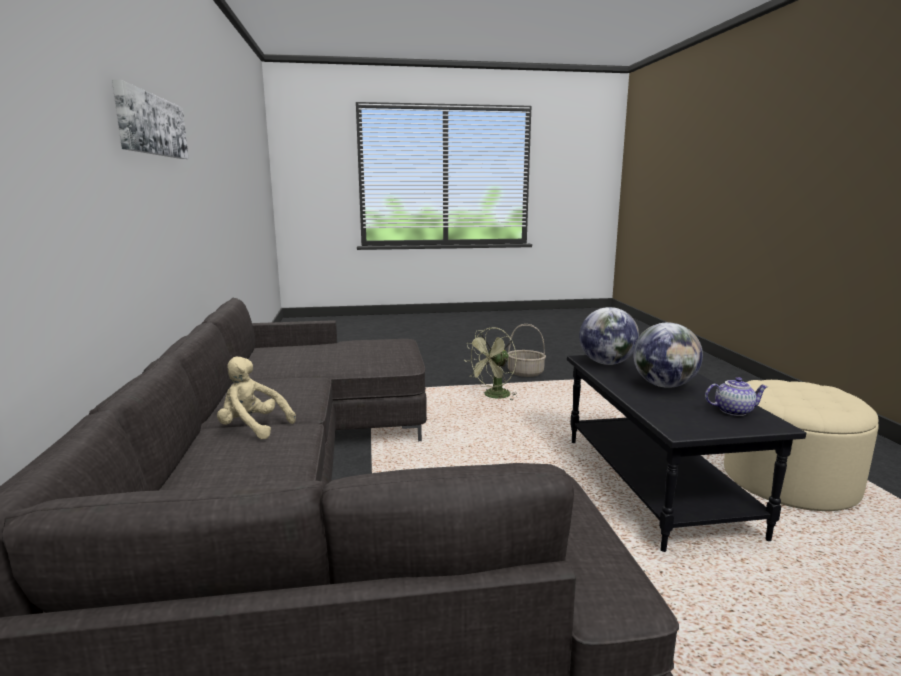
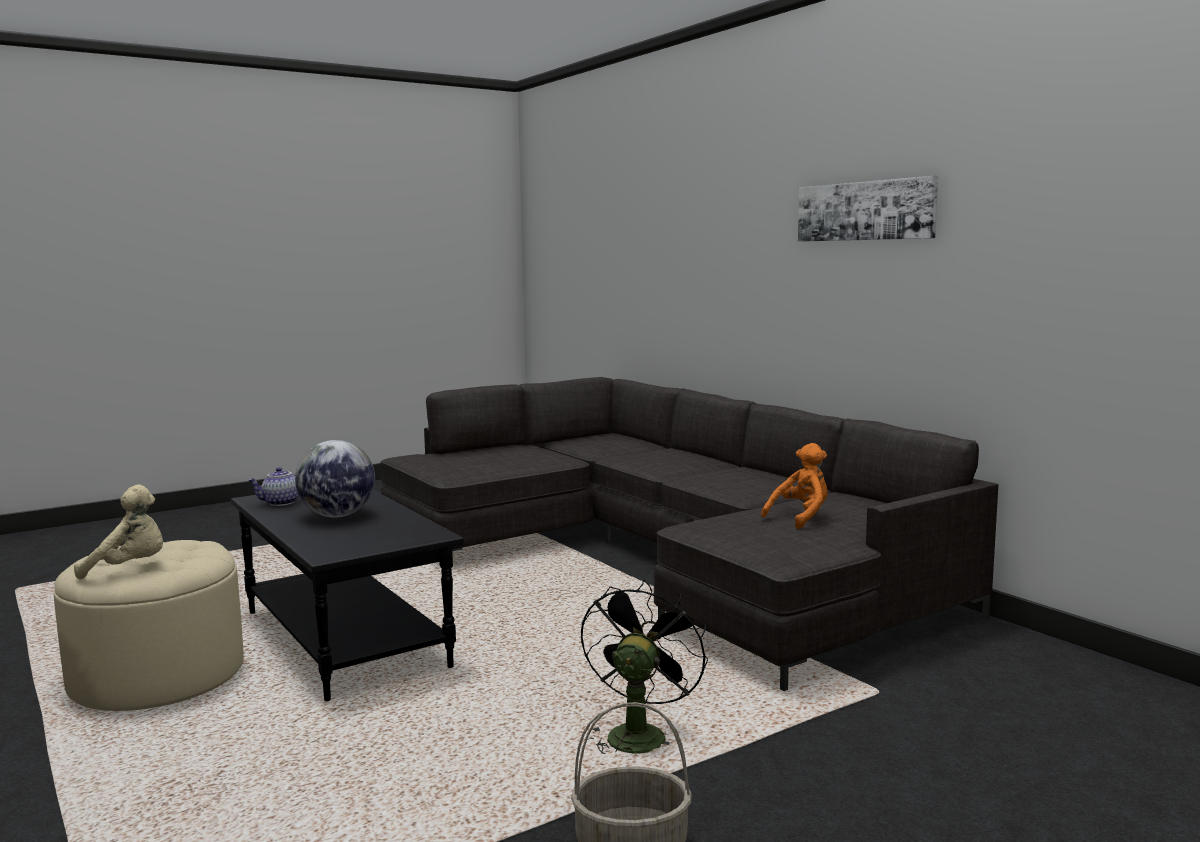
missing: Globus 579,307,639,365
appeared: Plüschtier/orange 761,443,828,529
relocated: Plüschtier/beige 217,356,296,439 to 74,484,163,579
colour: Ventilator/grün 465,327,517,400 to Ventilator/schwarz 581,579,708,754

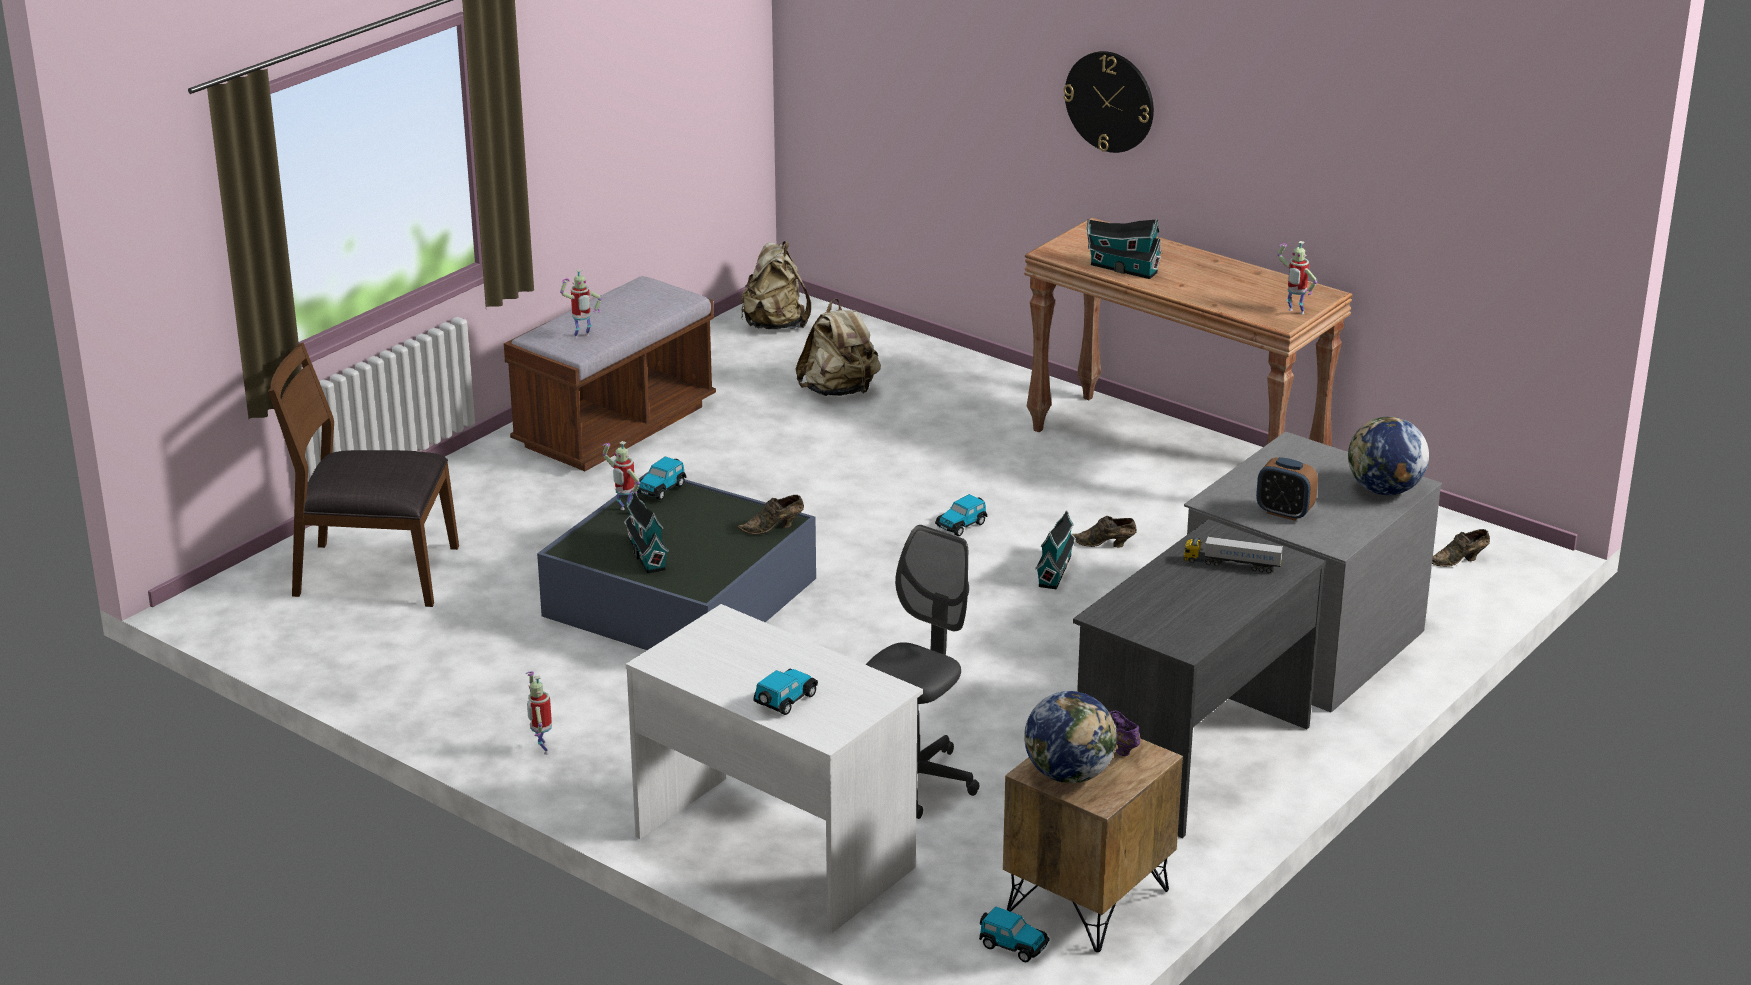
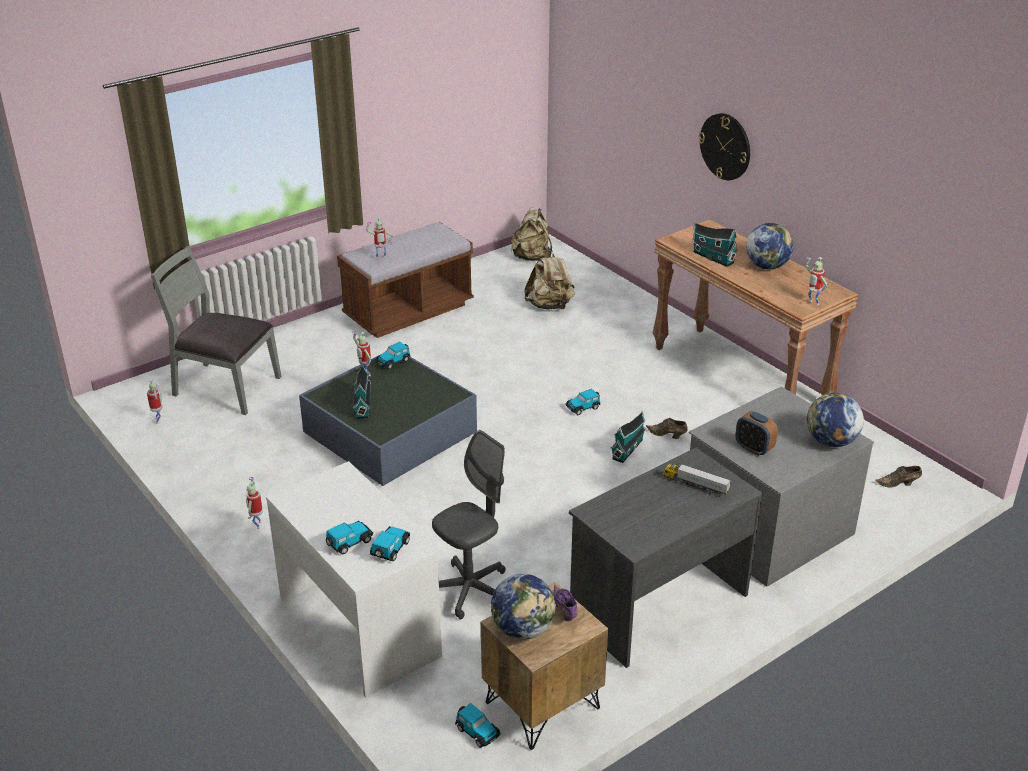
missing: Schuh/braun 738,495,804,534
appeared: Spielzeugroboter 147,379,162,424; Spielzeugauto 370,526,410,561; Globus 746,223,794,269
colour: Stuhl/braun 268,343,459,607 to Stuhl/grau 151,246,281,415

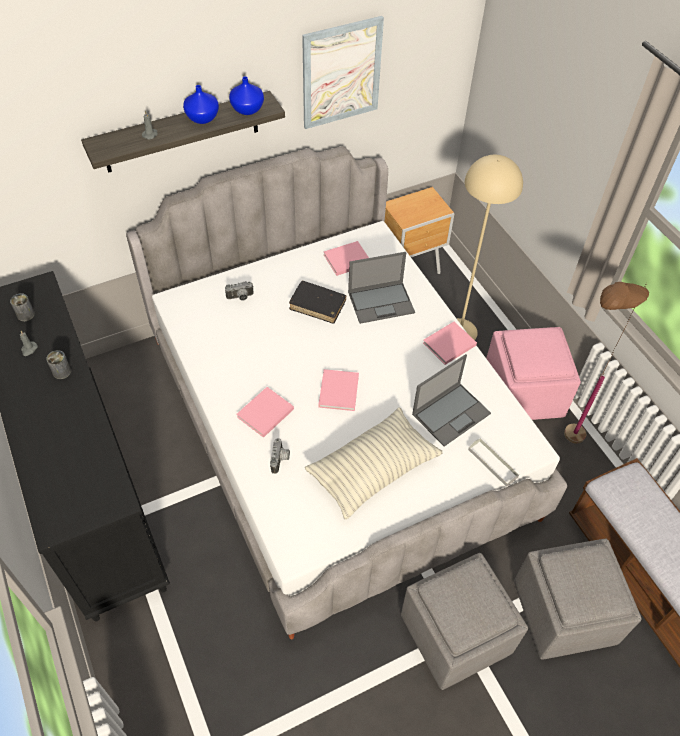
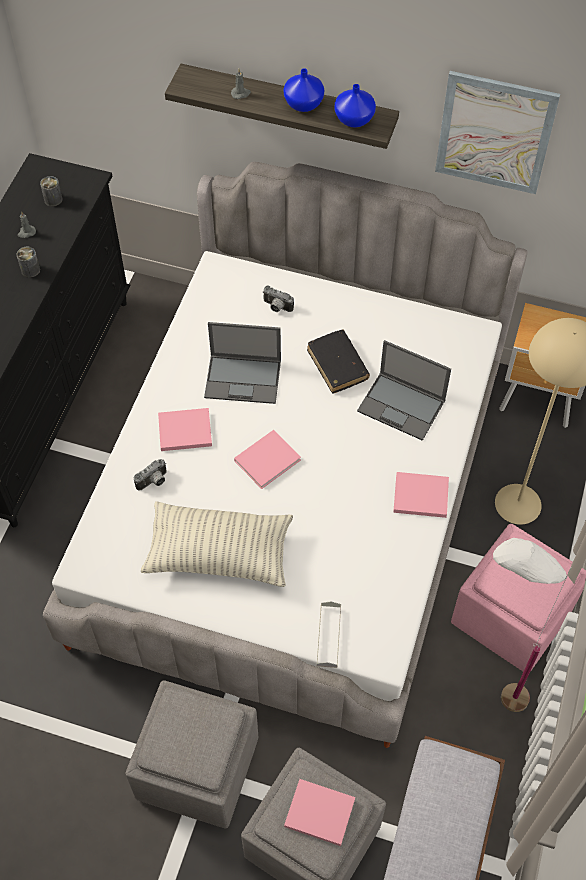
relocated: Buch/rosa 324,241,369,276 to 284,779,355,846; Laptop 412,354,491,446 to 204,322,281,404
colour: Stehlampe/braun 564,282,649,444 to Stehlampe/weiß 493,538,571,712

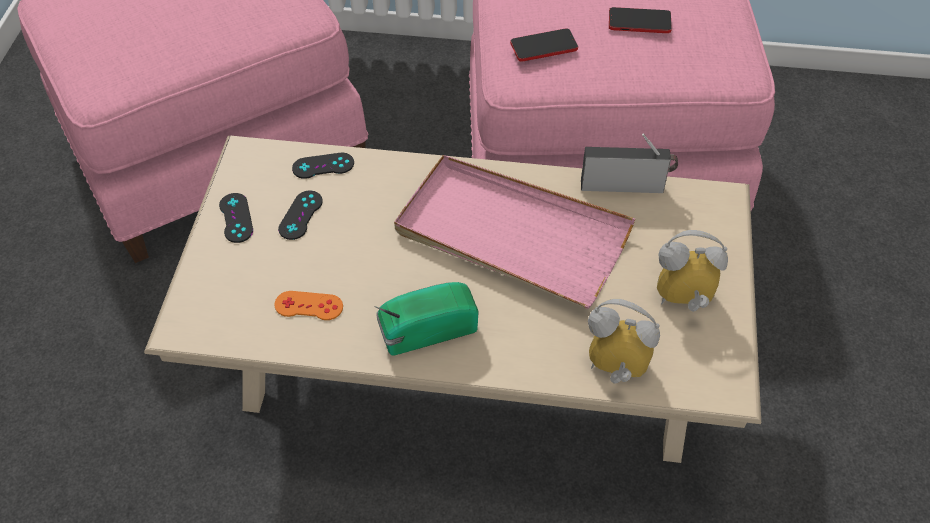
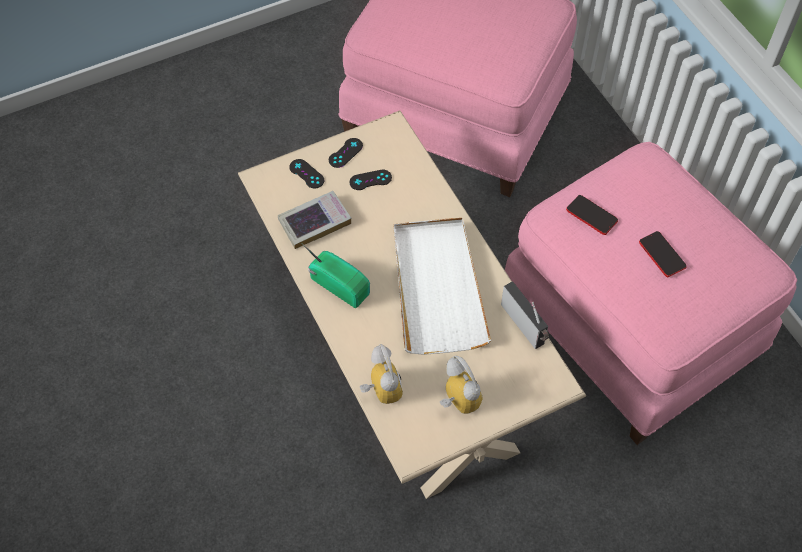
relocated: Gamepad/schwarz 292,153,354,179 to 289,159,324,188
exchanged: Gamepad/orange 274,291,343,320 to Buch 278,191,351,249
colour: Tablett/rosa 394,155,635,309 to Tablett/weiß 394,218,491,355

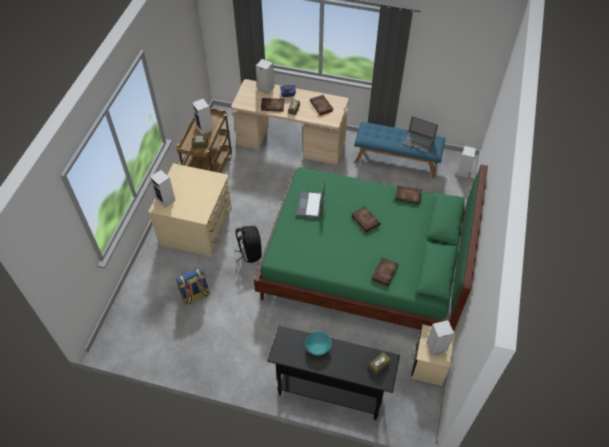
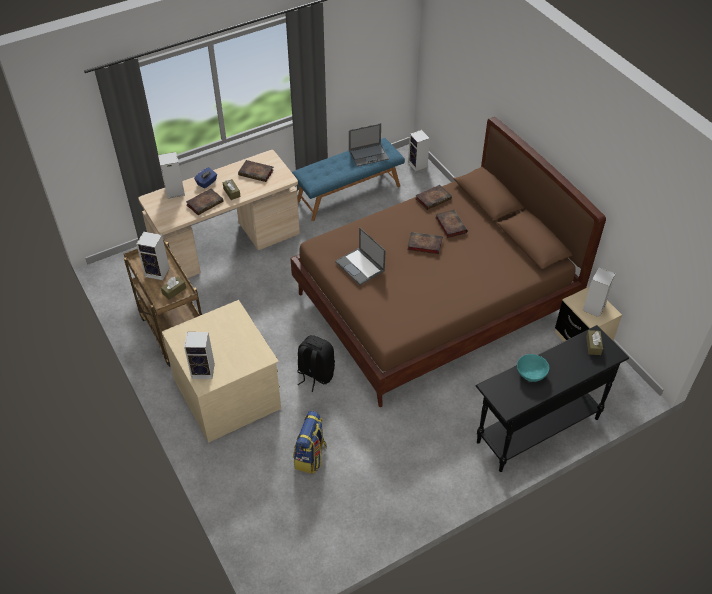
relocated: Buch 371,258,399,286 to 436,210,467,238
colour: Bett/grün 254,165,488,331 to Bett/braun 290,117,606,407

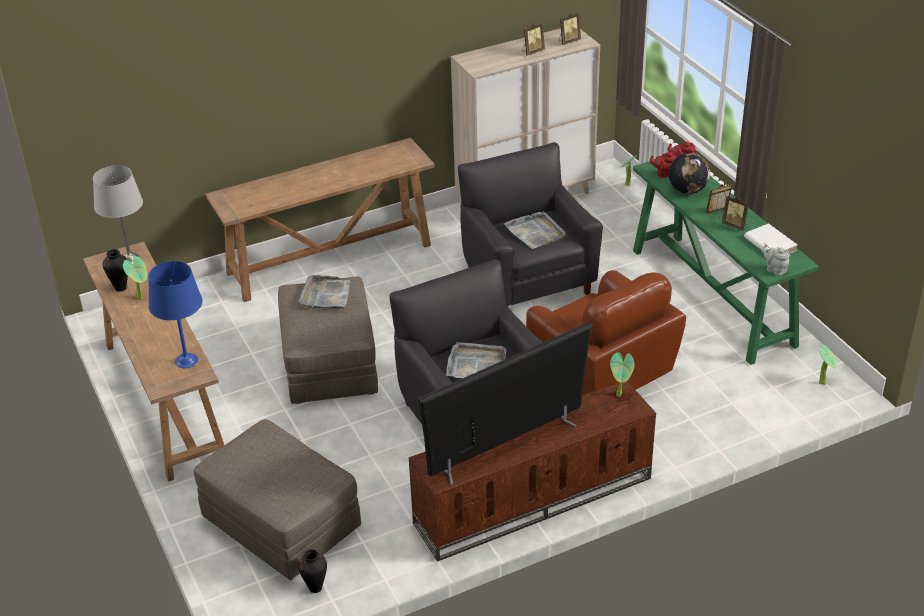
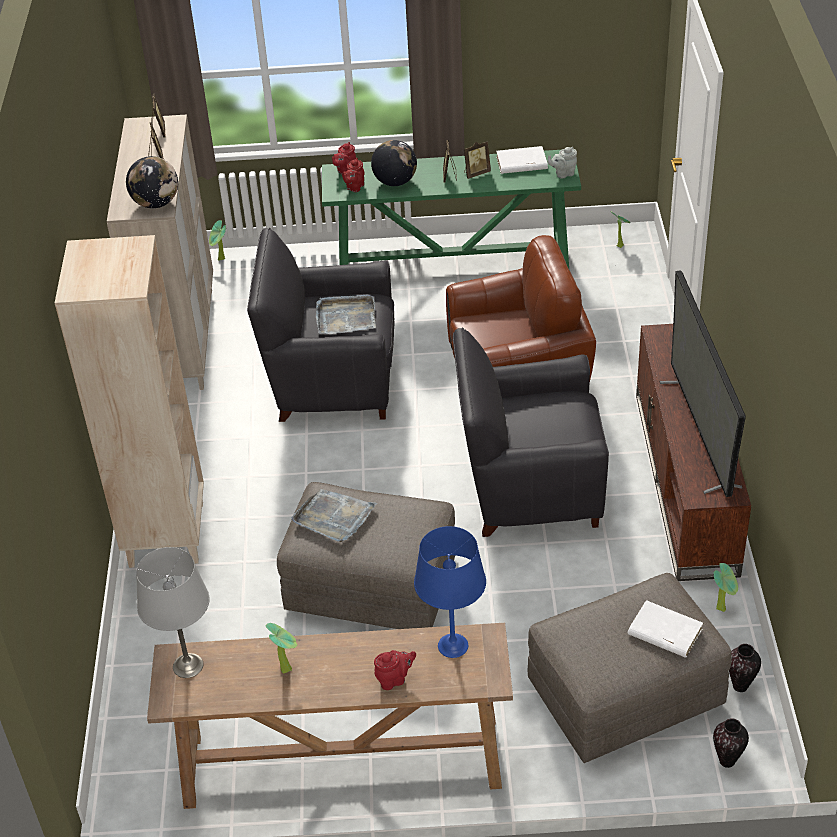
missing: Tablett/grau 446,342,506,378
appeared: Globus 126,156,178,208; Teekanne/rot 374,650,416,690; Buch/weiß 628,600,703,658
relocated: Vase 103,249,128,292 to 713,718,749,768; Topfpflanze 610,352,635,397 to 714,563,738,612
exchanged: Konsolentisch/braun 206,138,435,302 to Bücherregal/beige 55,235,204,568

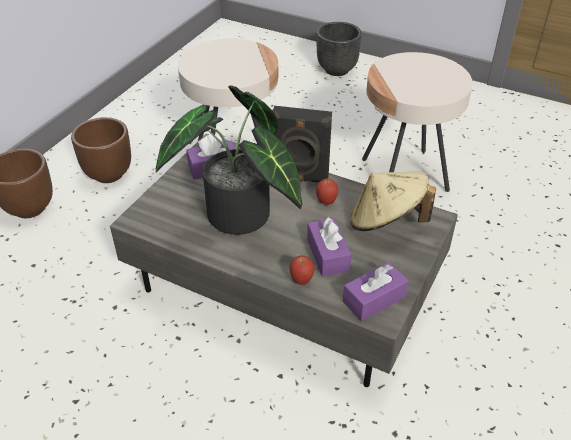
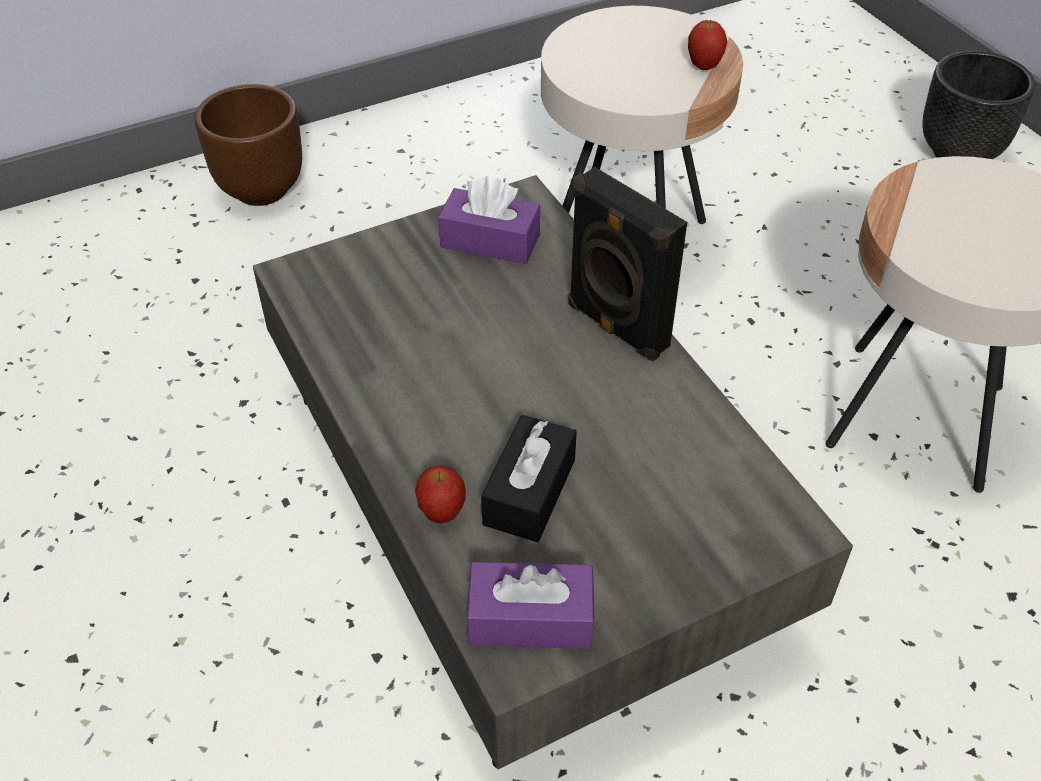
missing: Pflanzkübel/braun 71,117,131,183; Topfpflanze 156,86,302,235; Hut/beige 350,171,436,231
relocated: Apfel 316,178,339,205 to 688,20,727,70
colour: Taschentuchbox/lila 307,217,351,276 to Taschentuchbox/schwarz 481,415,577,542

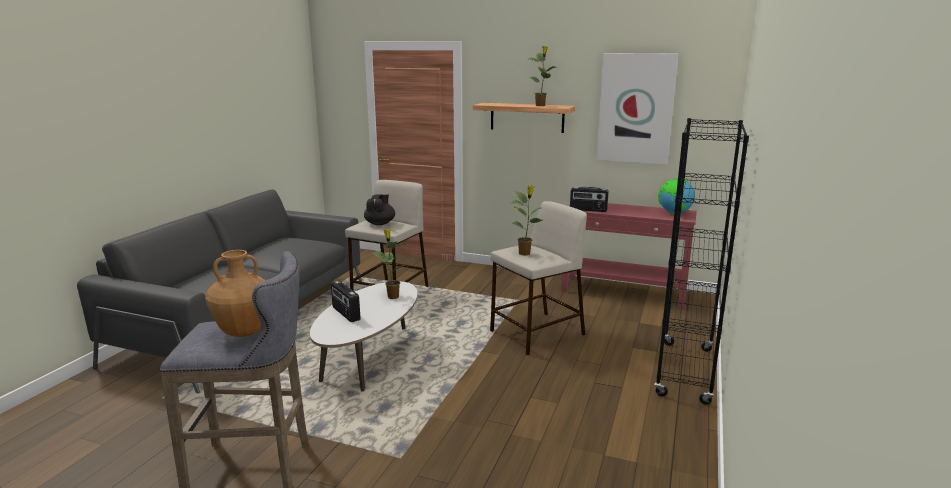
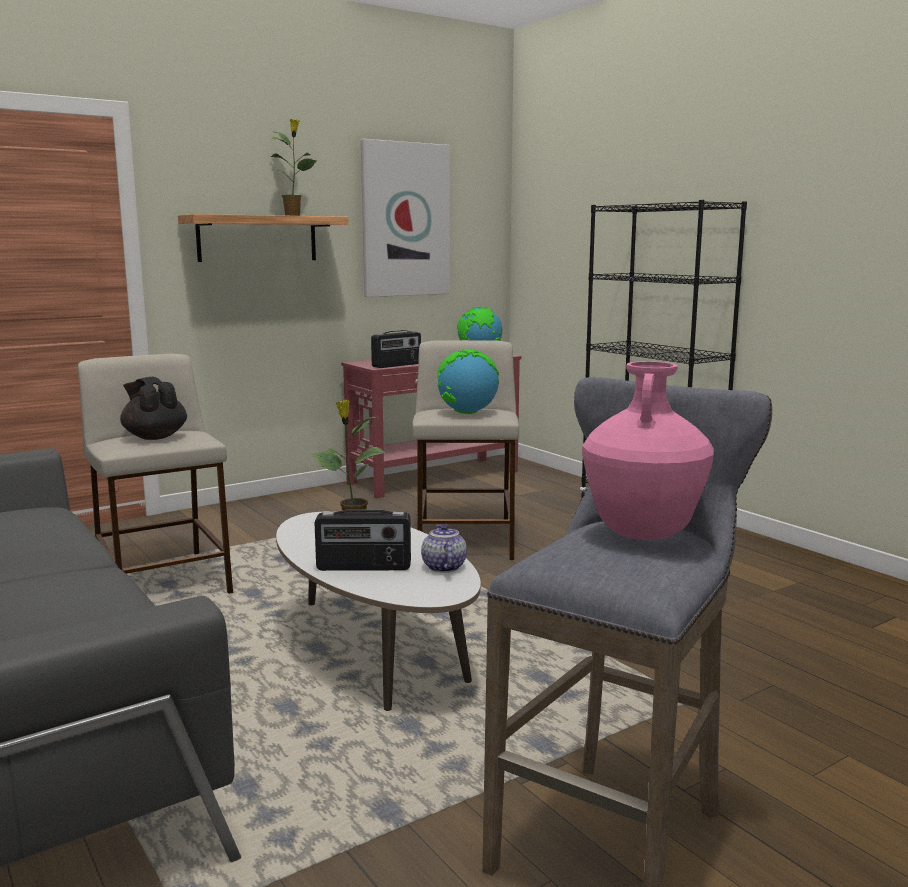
appeared: Teekanne 421,525,467,572
exchanged: Topfpflanze 511,185,544,256 to Globus 437,349,499,414
colour: Vase/braun 205,250,264,337 to Vase/rosa 582,361,714,540

